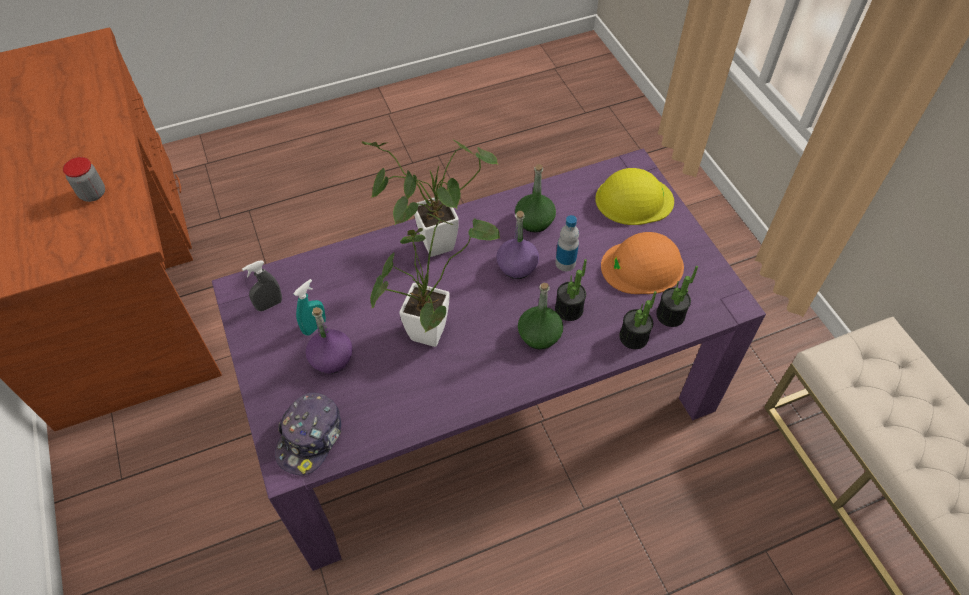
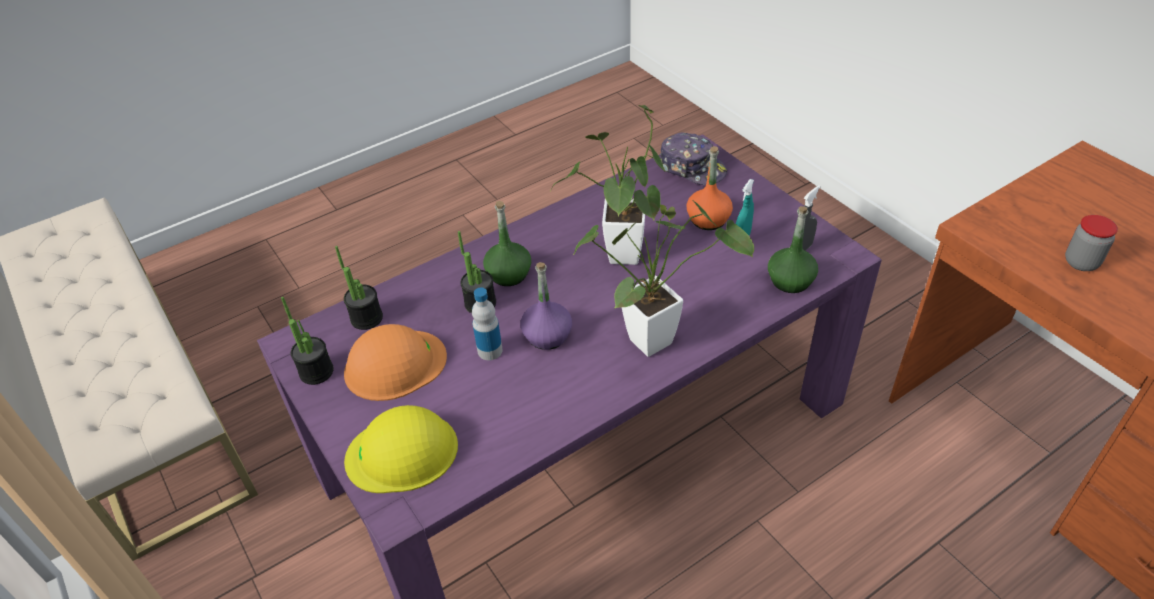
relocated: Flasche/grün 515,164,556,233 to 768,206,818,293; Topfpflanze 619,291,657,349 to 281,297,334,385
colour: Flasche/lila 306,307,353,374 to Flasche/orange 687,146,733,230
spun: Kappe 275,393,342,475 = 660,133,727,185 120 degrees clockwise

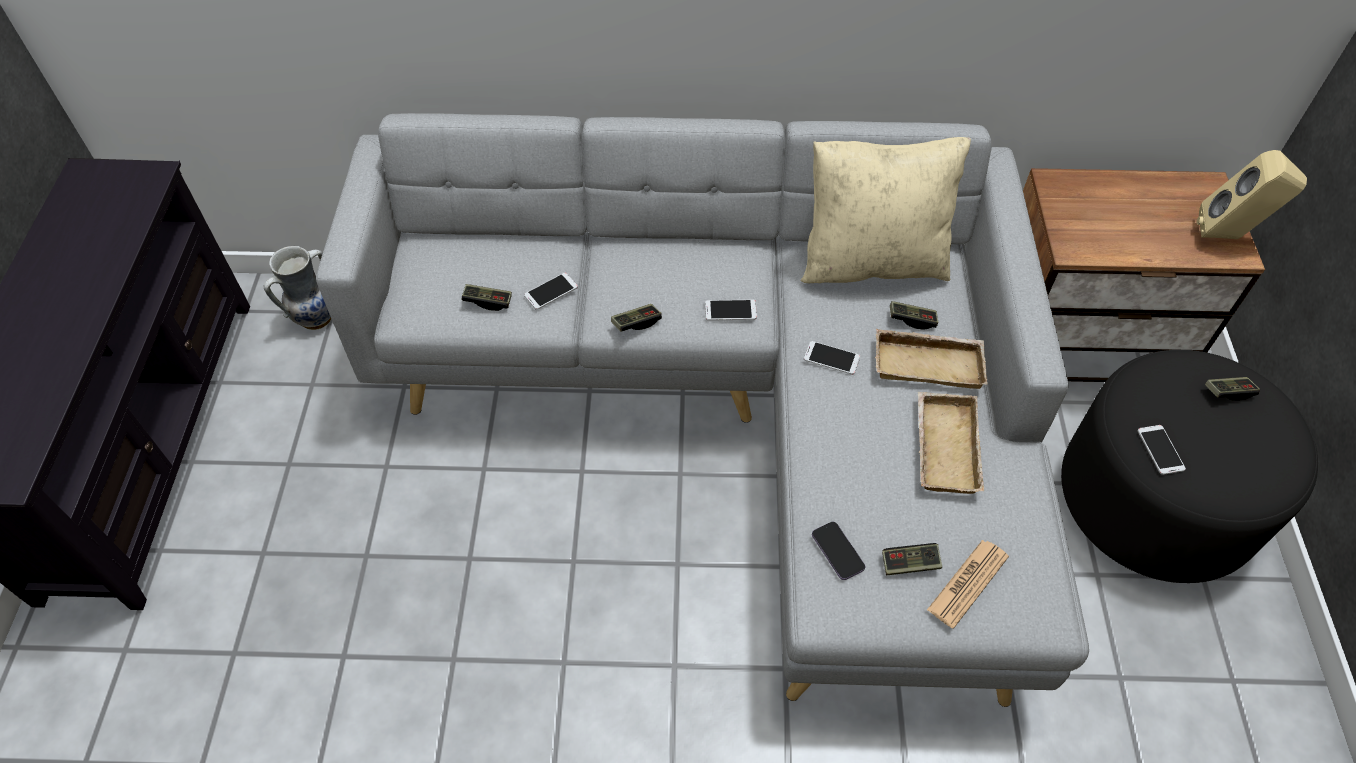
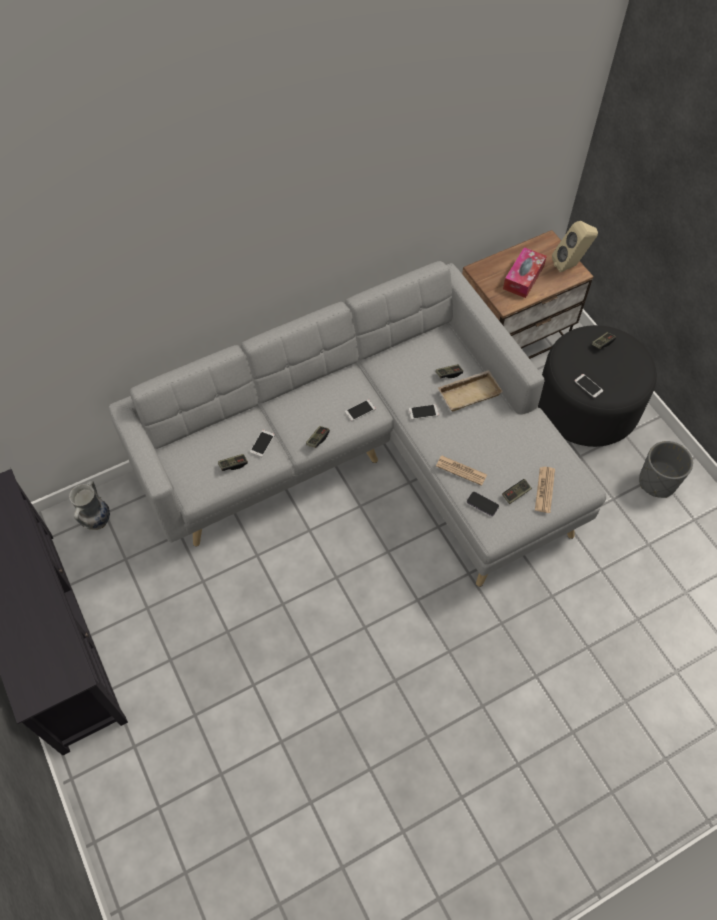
missing: Kissen/beige 801,137,971,283; Tablett/beige 918,392,984,494
appeared: Zeitung 436,456,487,486; Taschentuchbox 503,247,547,298; Pflanzkübel/grau 639,441,693,498

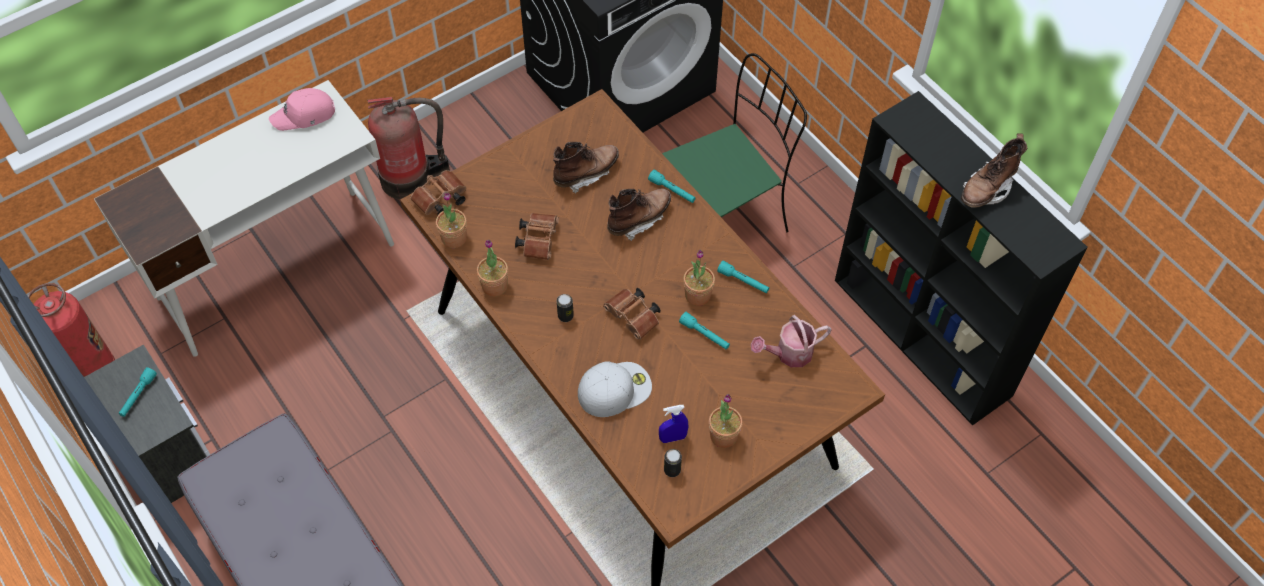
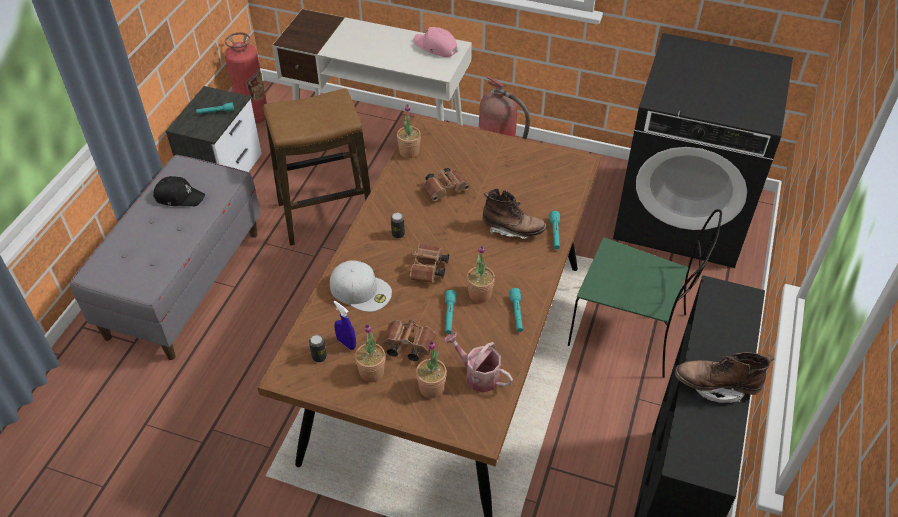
missing: Stiefel/braun 553,142,619,193
appeared: Kappe/schwarz 153,176,205,206; Hocker 263,88,371,246
relocated: Fernglas/braun 411,170,466,215 to 382,319,436,361; Topfpflanze 477,240,508,296 to 416,340,447,398

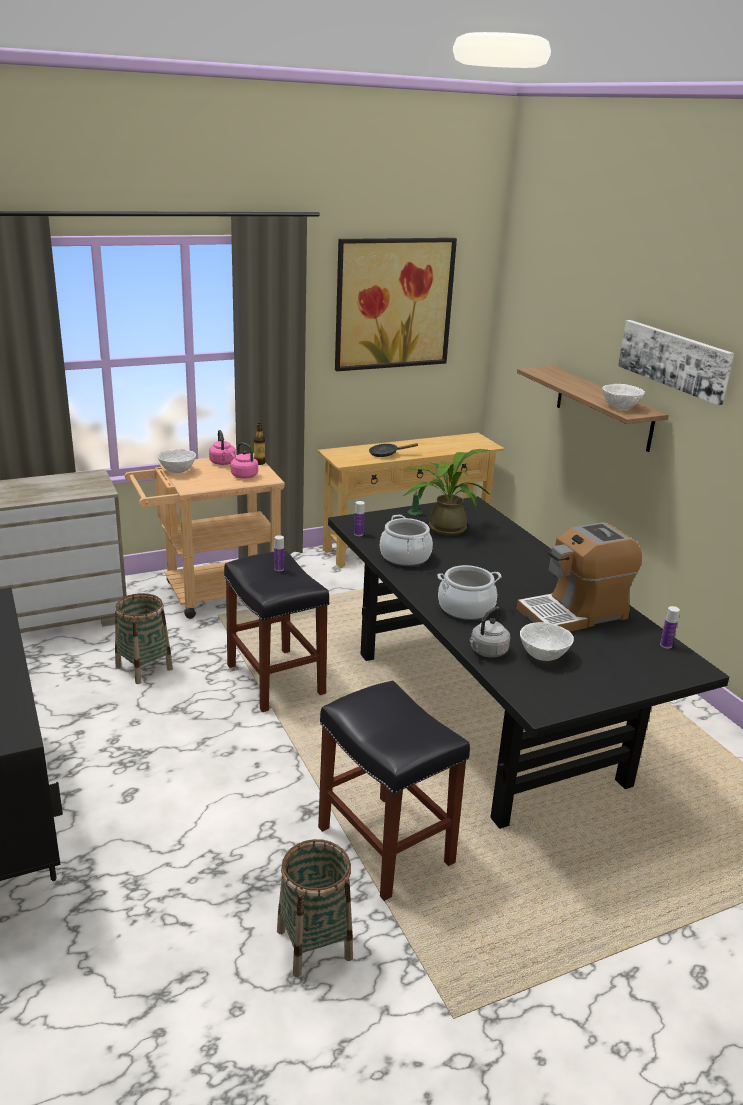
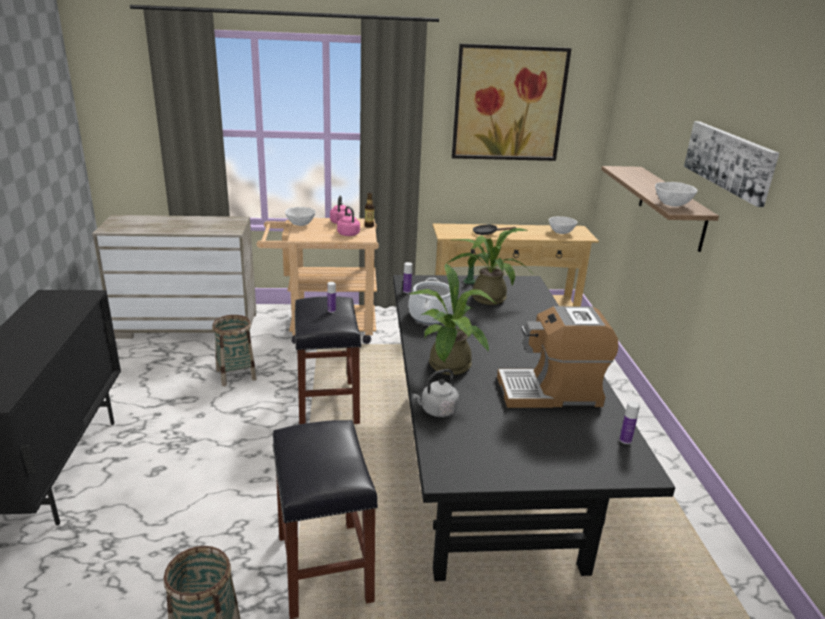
relocated: Schüssel/weiß 520,622,574,661 to 549,216,578,234
exchanged: Kochtopf 437,565,502,620 to Topfpflanze 408,263,497,375

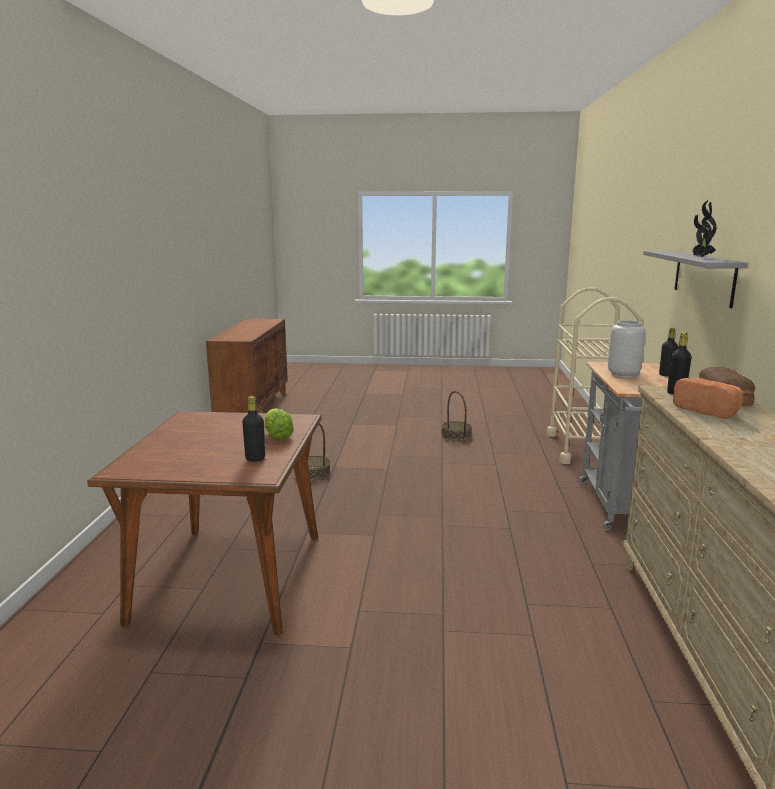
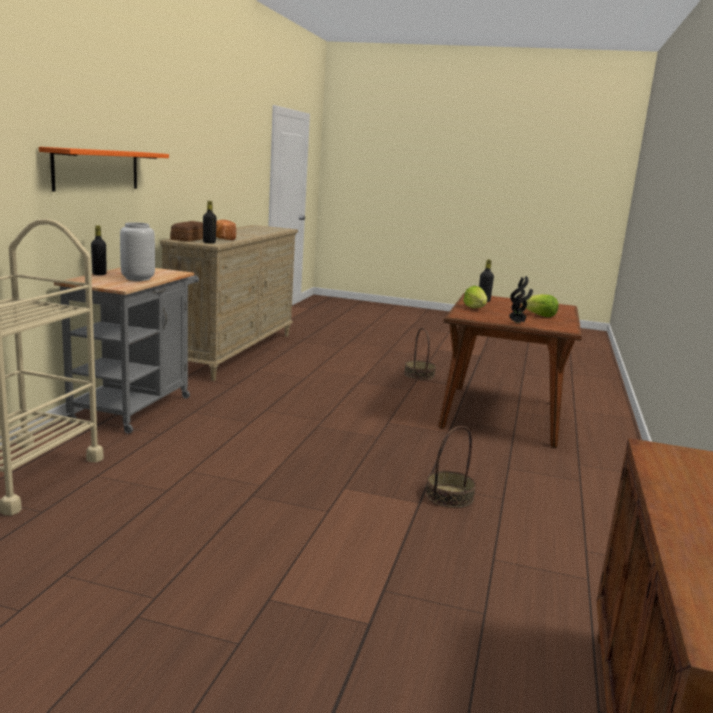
appeared: Salatkopf 521,294,558,317
relocated: Korb 441,391,471,441 to 404,328,436,380; Topfpflanze 692,200,716,257 to 509,276,533,323
colour: Wandregal/grau 643,251,747,308 to Wandregal/orange 39,147,169,192

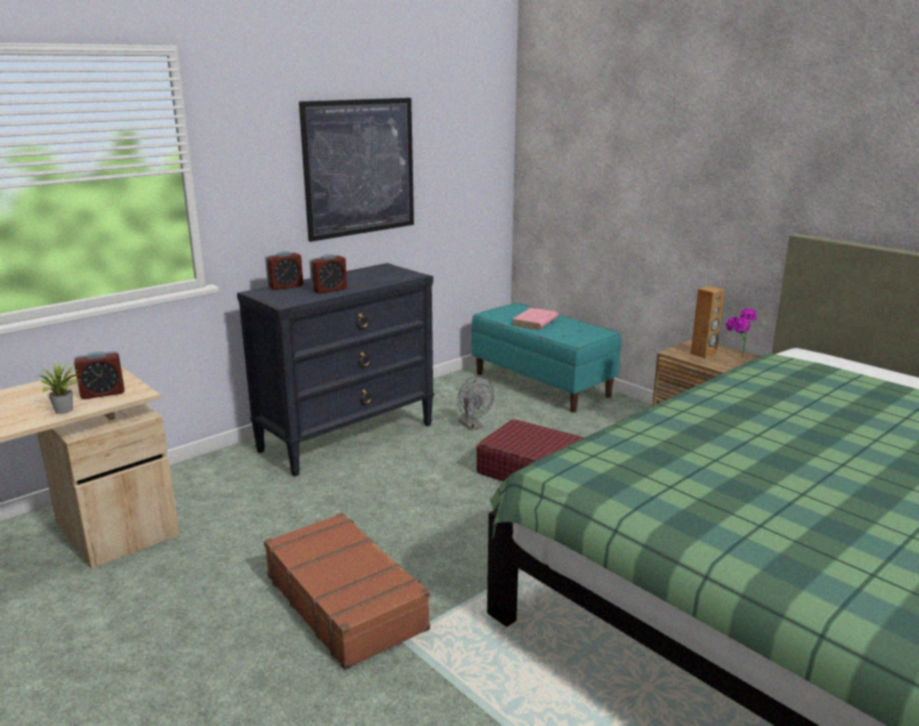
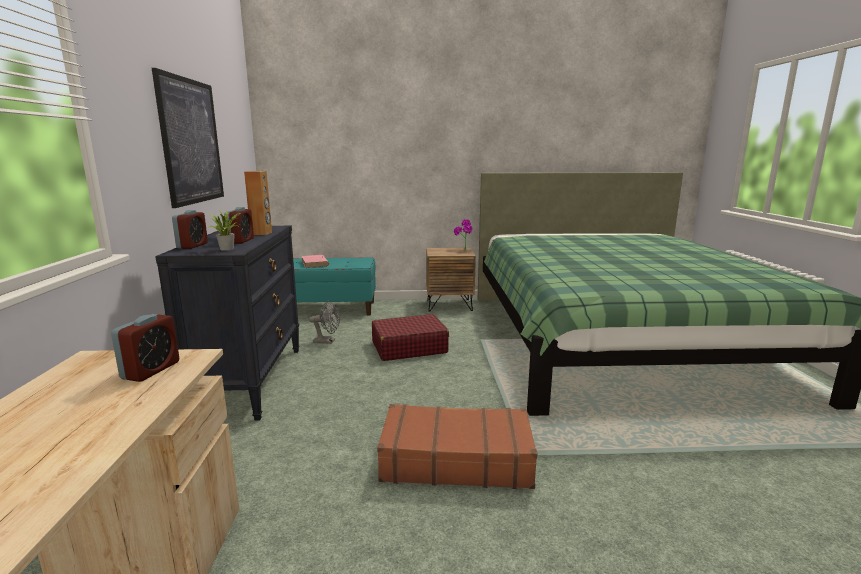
relocated: Topfpflanze 34,363,81,414 to 209,210,240,251; Lautsprecher/braun 691,286,725,359 to 244,171,272,235

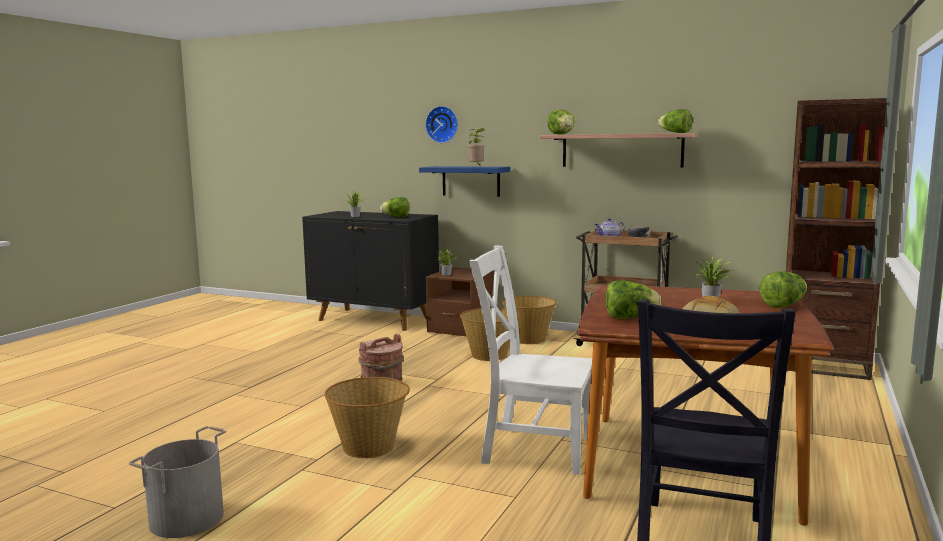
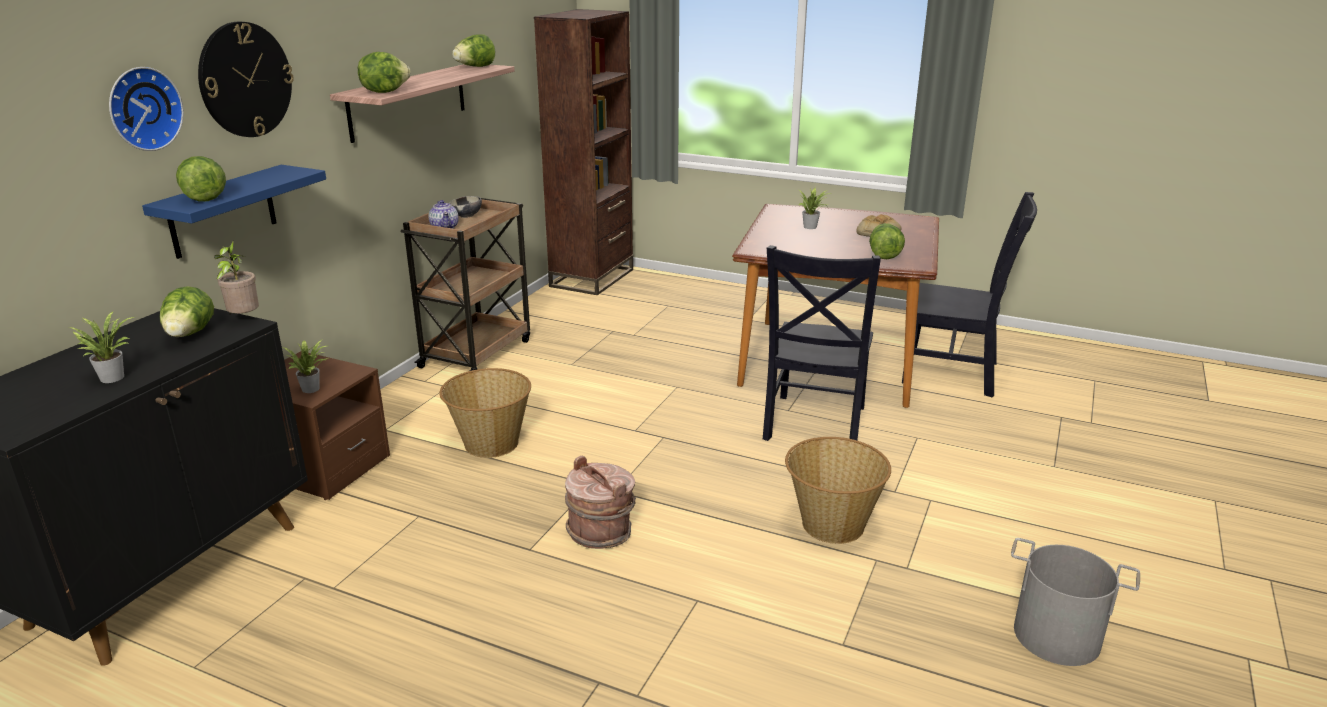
missing: Korb 501,296,557,344
appeared: Wanduhr 198,22,294,137
relocated: Topfpflanze 468,128,485,167 to 214,242,259,315; Salatkopf 759,271,807,308 to 176,156,226,202
colour: Stuhl/weiß 469,245,592,475 to Stuhl/schwarz 763,245,881,441

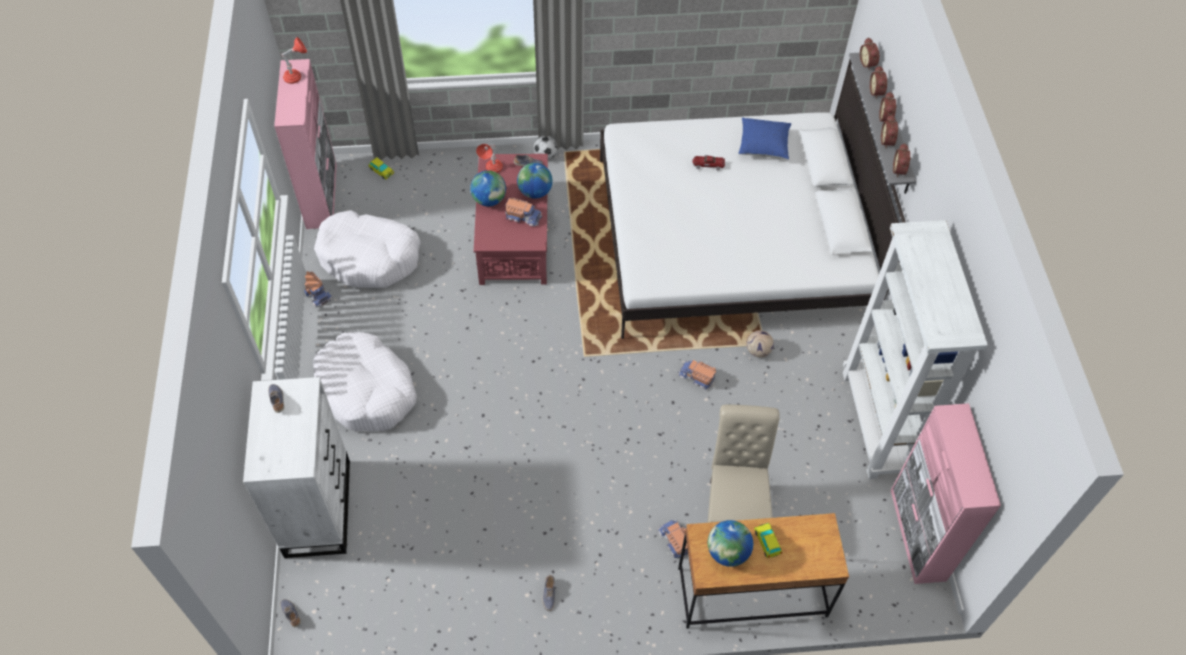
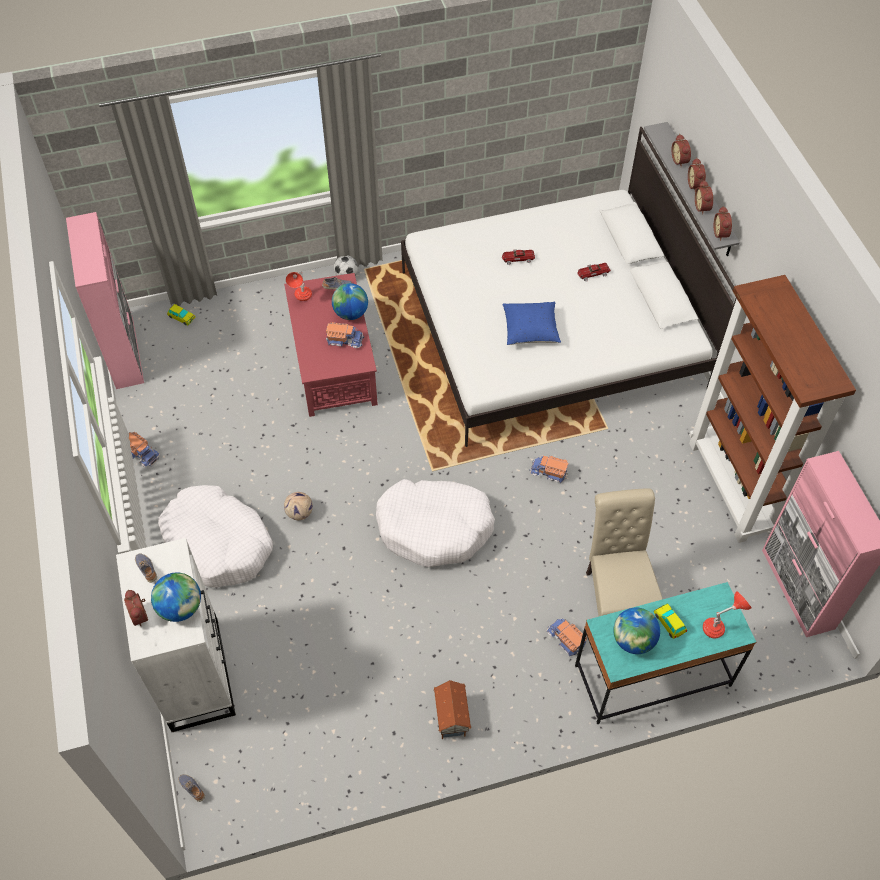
appeared: Spielzeugauto 578,263,611,281
relocated: Tischlampe/rot 282,37,307,84 to 703,591,752,638; Hundebett/weiß 314,210,420,288 to 376,479,495,567; Globus 470,170,506,206 to 151,573,201,622; Kissen/blau 739,118,791,160 to 503,302,561,345; Fußball 746,330,774,358 to 284,492,313,520; Wecker 860,37,879,70 to 124,590,148,626
exchanged: Schuh 542,575,555,611 to Spielzeughaus 433,680,472,739
colour: Schreibtisch/braun 678,513,849,629 to Schreibtisch/türkis 575,582,756,724; Bücherregal/weiß 843,220,988,479 to Bücherregal/braun 689,275,856,543

